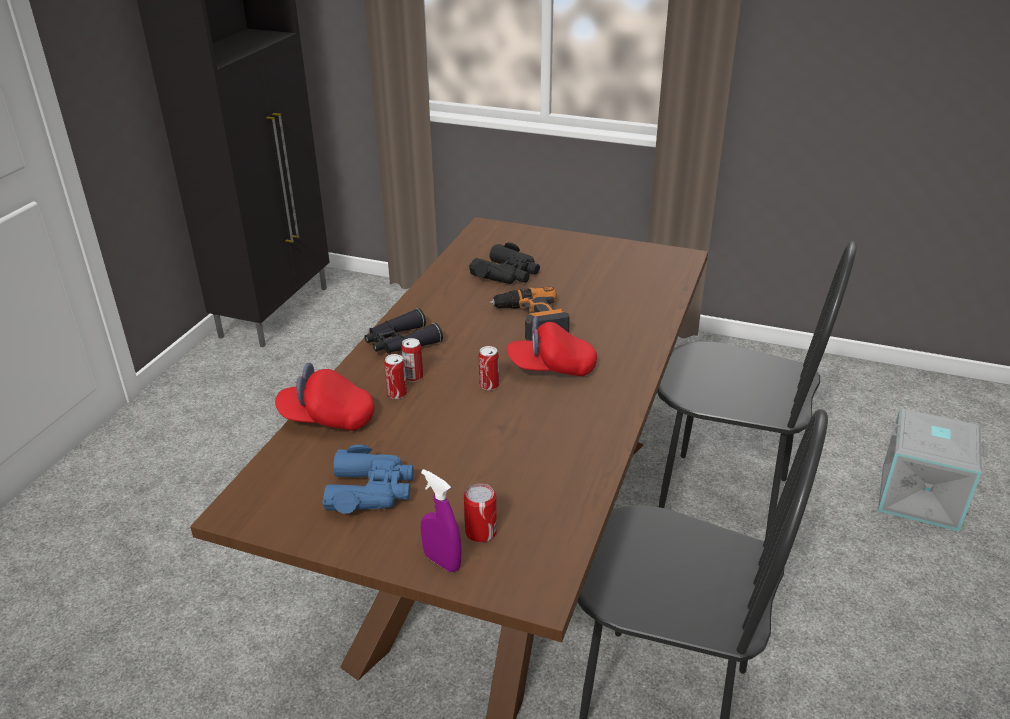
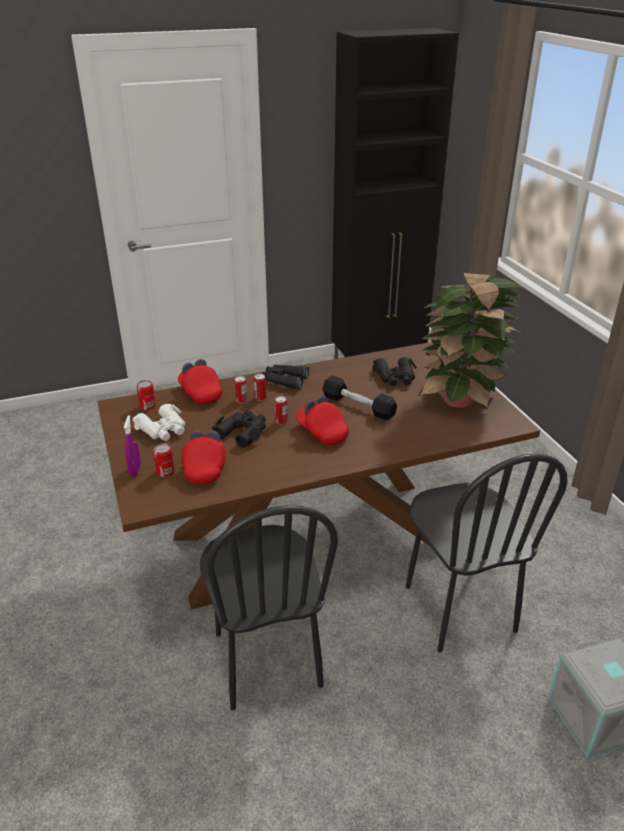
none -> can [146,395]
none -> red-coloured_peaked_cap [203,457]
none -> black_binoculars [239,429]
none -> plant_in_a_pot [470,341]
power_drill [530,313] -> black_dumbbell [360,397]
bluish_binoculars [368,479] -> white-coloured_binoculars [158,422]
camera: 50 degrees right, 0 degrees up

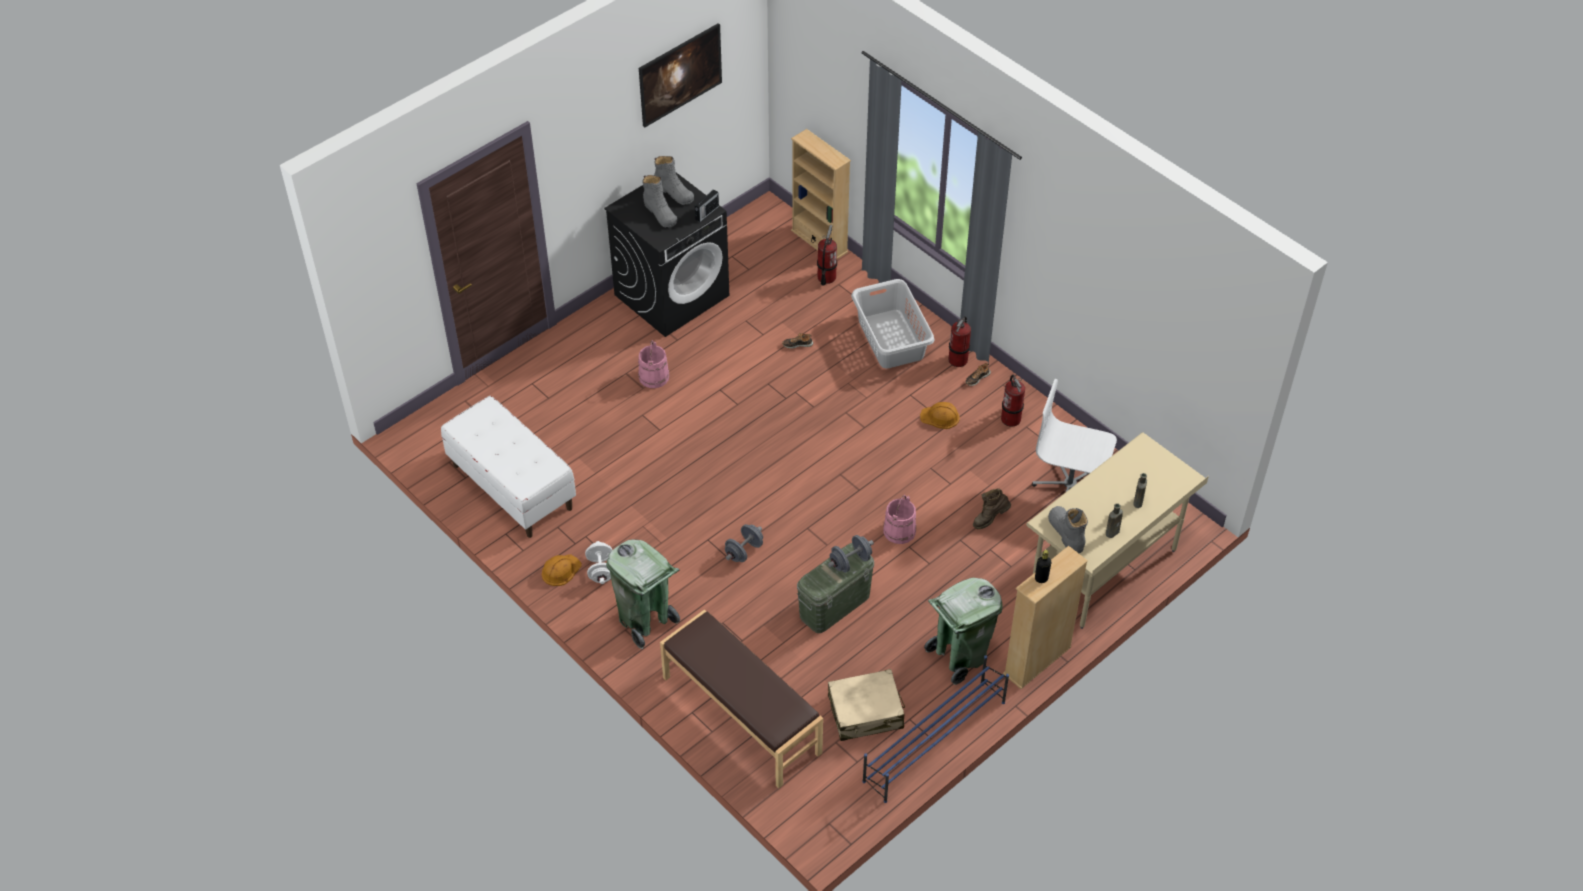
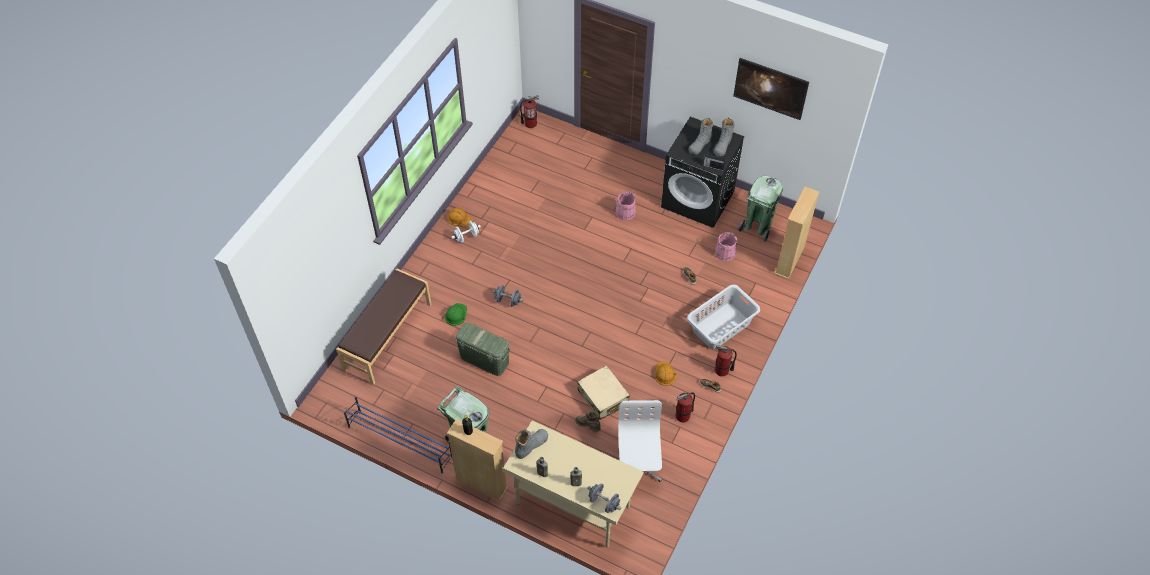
white-coloured_long_seat [508,467] -> none
none -> green-coloured_safety_helmet [456,314]
green-coloured_trash_can [643,594] -> green-coloured_trash_can [760,209], relocated
extinguisher [827,255] -> extinguisher [529,111], relocated
grey_dumbbell [851,554] -> grey_dumbbell [604,498], relocated
beige-coloured_suitcase [866,705] -> beige-coloured_suitcase [603,392], relocated
pink_water_bucket [899,519] -> pink_water_bucket [727,246], relocated
camera: 70 degrees right, 5 degrees up

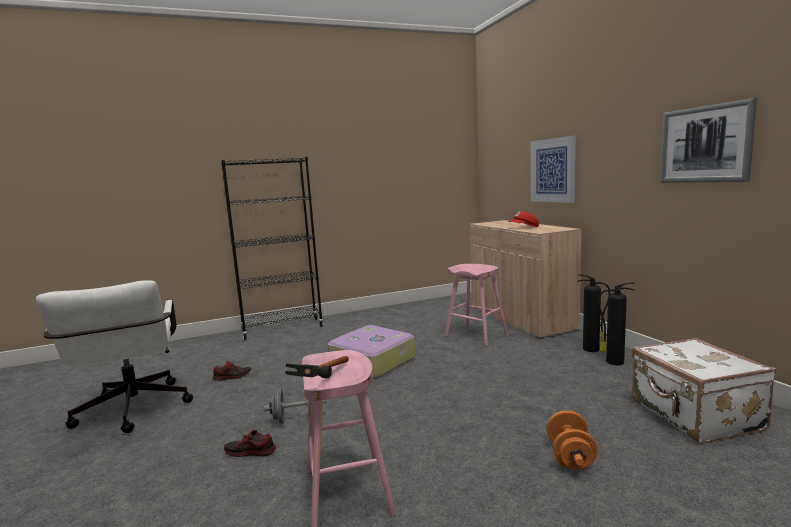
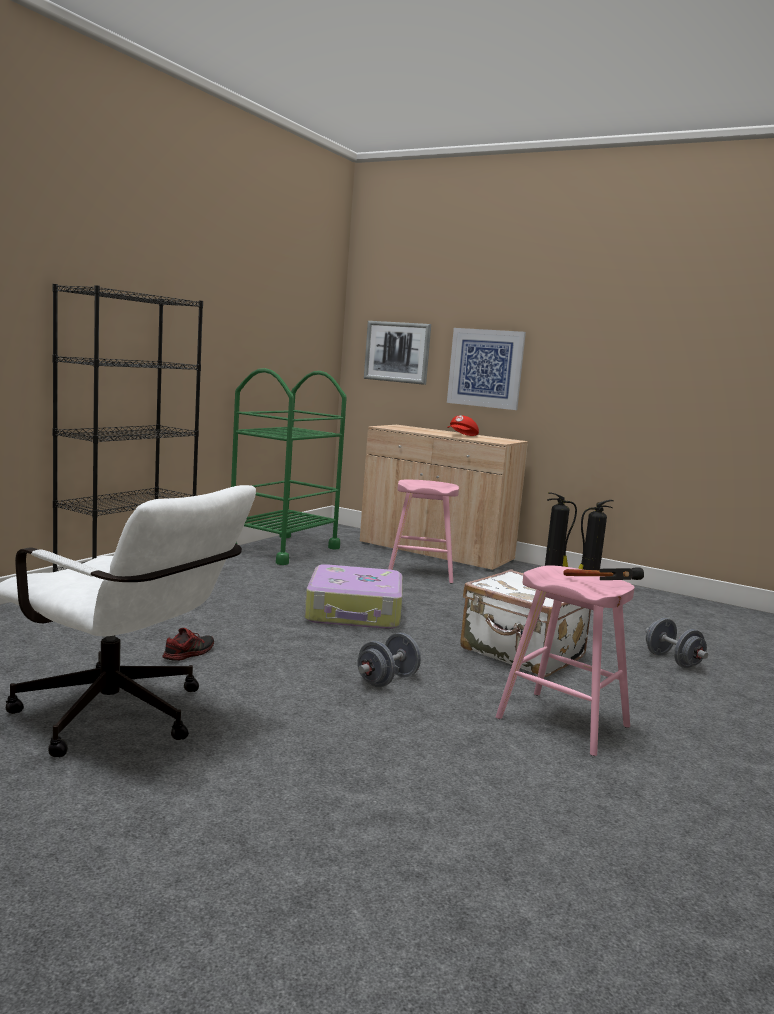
item_of_footwear [250,443] -> none
none -> green-coloured_wheeled_cart [289,466]
white-coloured_suitcase [704,390] -> white-coloured_suitcase [525,623], relocated
wall_art [708,140] -> wall_art [397,353], relocated
orange_dumbbell [572,440] -> grey_dumbbell [676,643]
camera: 40 degrees left, 0 degrees up

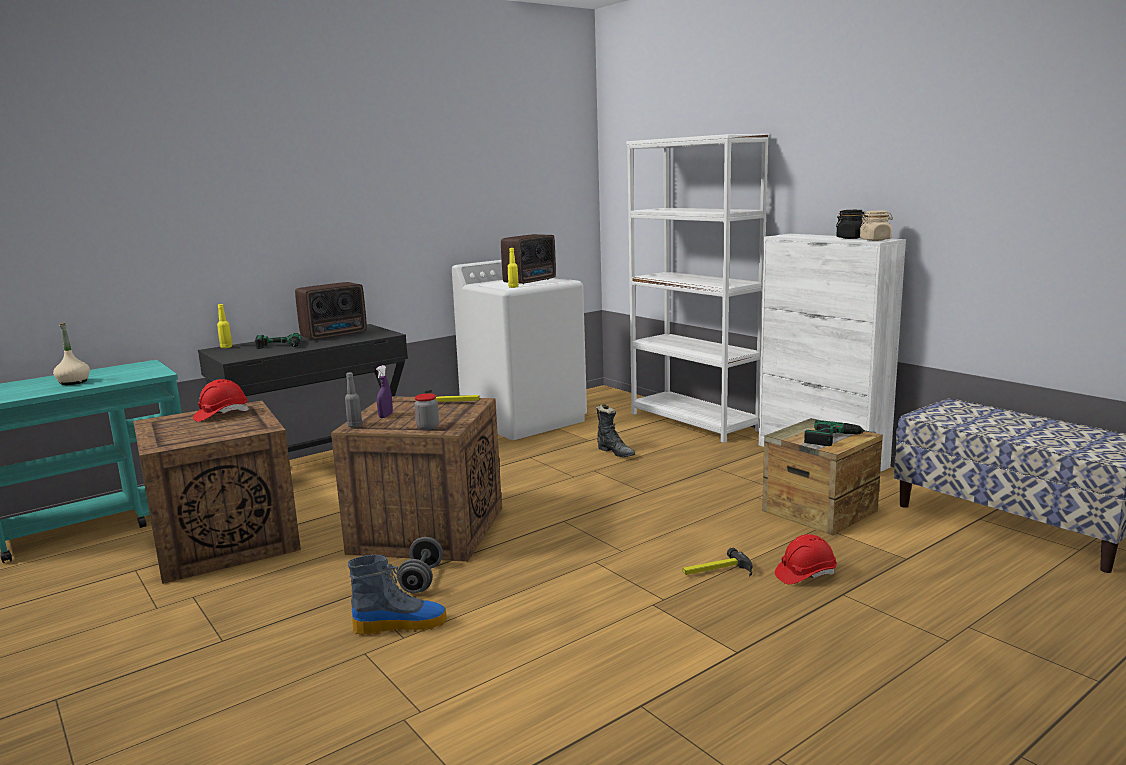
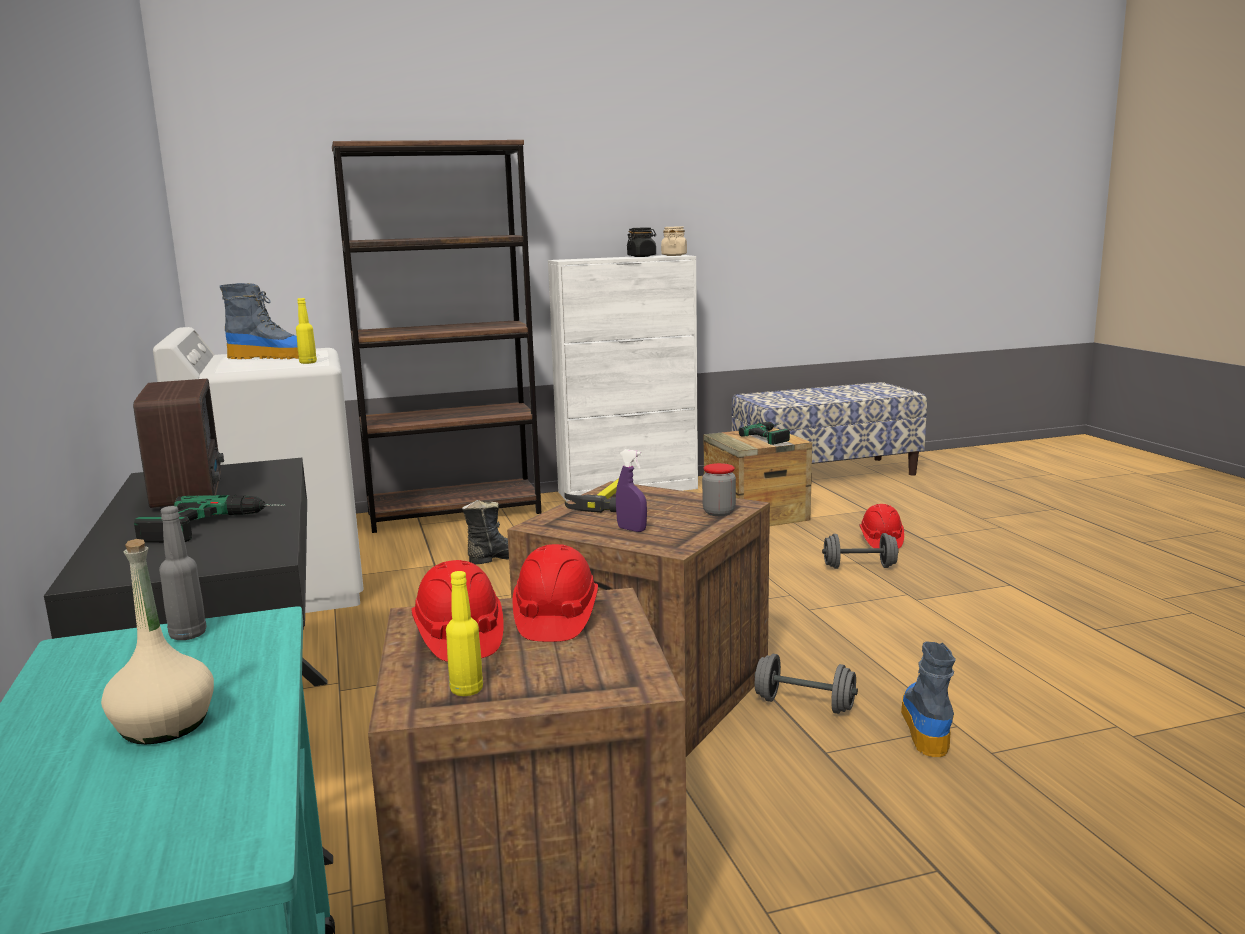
none -> red-coloured_safety_helmet [555,593]
yellowish_drink_bottle [224,326] -> yellowish_drink_bottle [464,633], relocated
grey_drink_bottle [353,399] -> grey_drink_bottle [183,573], relocated
radio [528,259] -> high-top_boot [259,321]
hammer [717,562] -> grey_dumbbell [860,551]
white-coloured_bookshelf [698,288] -> brown_bookshelf [436,336]
camera: 70 degrees left, 0 degrees up

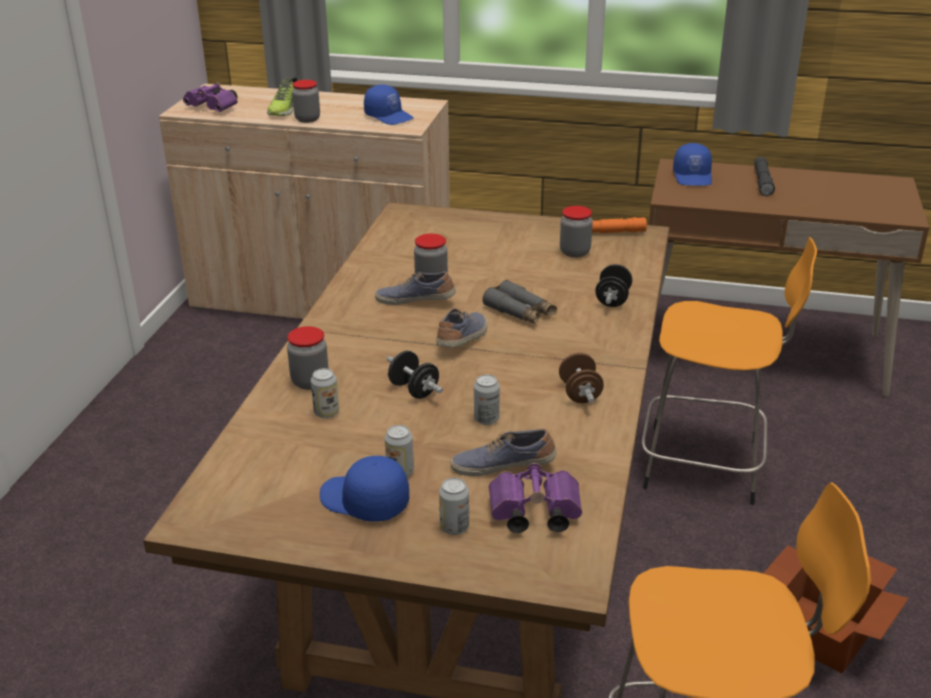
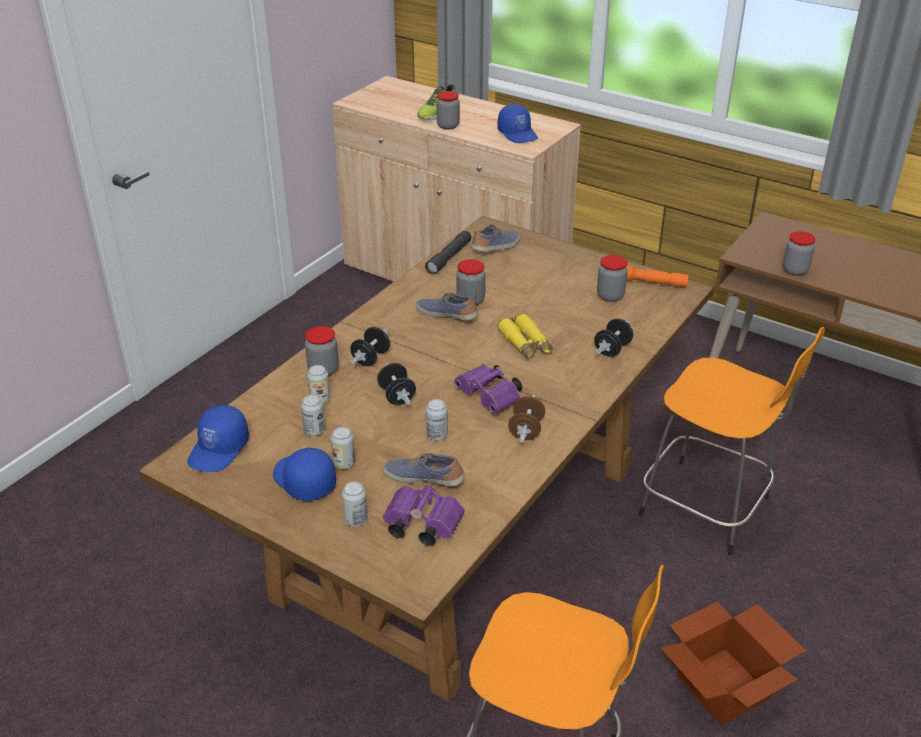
none -> can [313,415]
none -> black_dumbbell [370,346]
none -> jar [799,254]
purple-coloured_binoculars [210,97] -> purple-coloured_binoculars [488,389], relocated
item_of_footwear [461,327] -> item_of_footwear [495,238], relocated
bluish_peaked_cap [692,164] -> bluish_peaked_cap [218,438], relocated
grey_flashlight [764,176] -> grey_flashlight [448,253], relocated
grey_binoculars [519,302] -> yellowish_binoculars [525,336]
camera: 20 degrees right, 5 degrees up

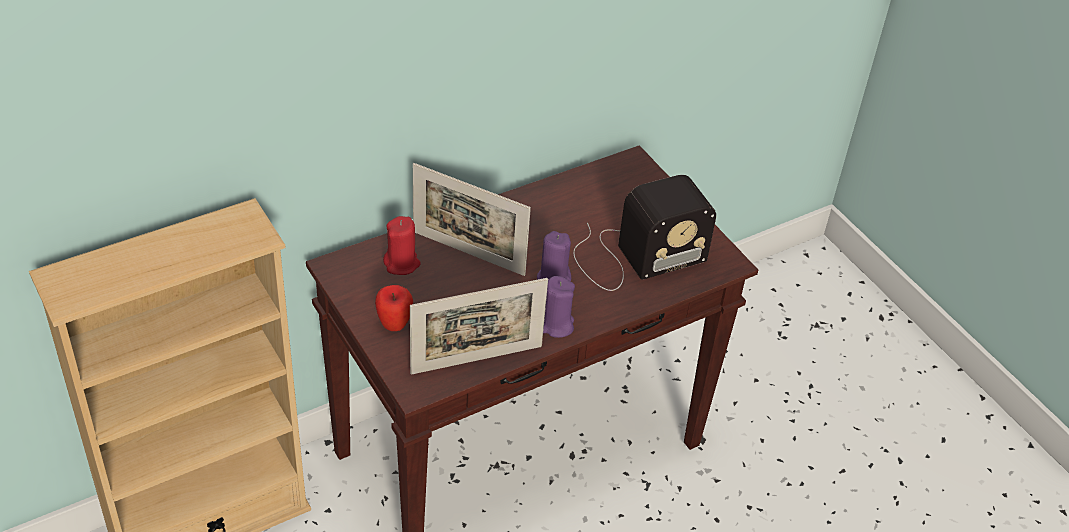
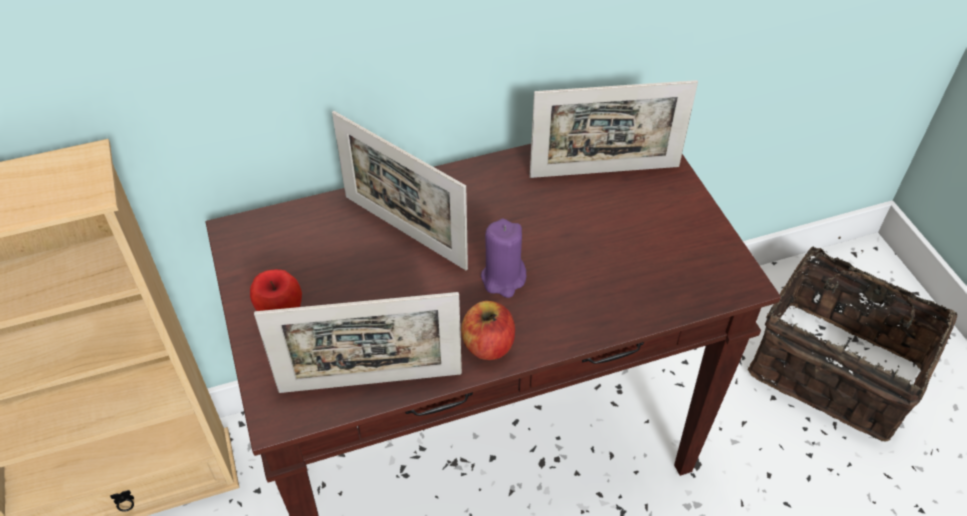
red-coloured_wax_candle [402,245] -> none
radio [644,233] -> none
none -> standing_frame [614,129]
none -> household_basket [852,339]
purple-coloured_wax_candle [559,307] -> apple [488,330]
camera: 15 degrees right, 5 degrees up

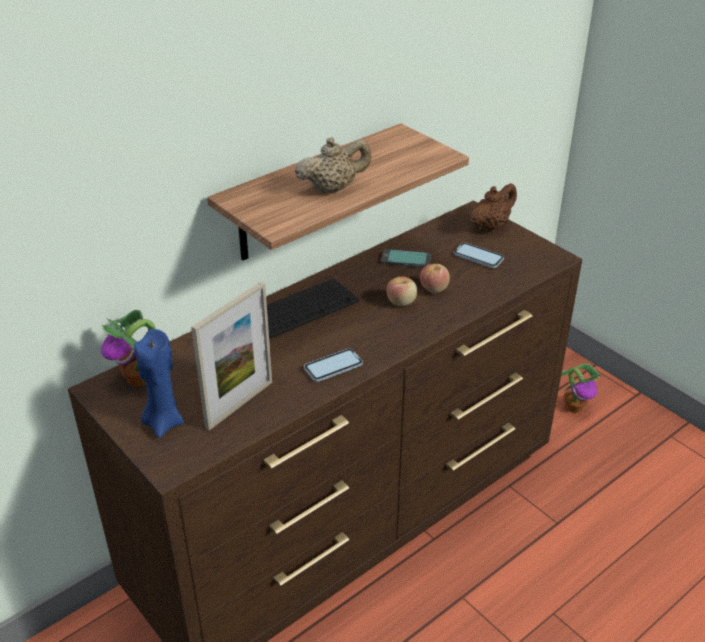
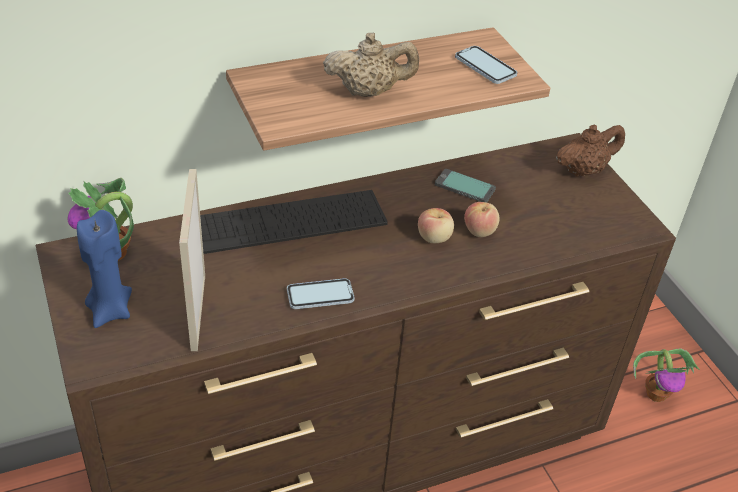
handset [478,255] -> handset [486,65], relocated
standing_frame [231,356] -> standing_frame [192,260], 120 degrees clockwise
camera: 15 degrees right, 5 degrees up

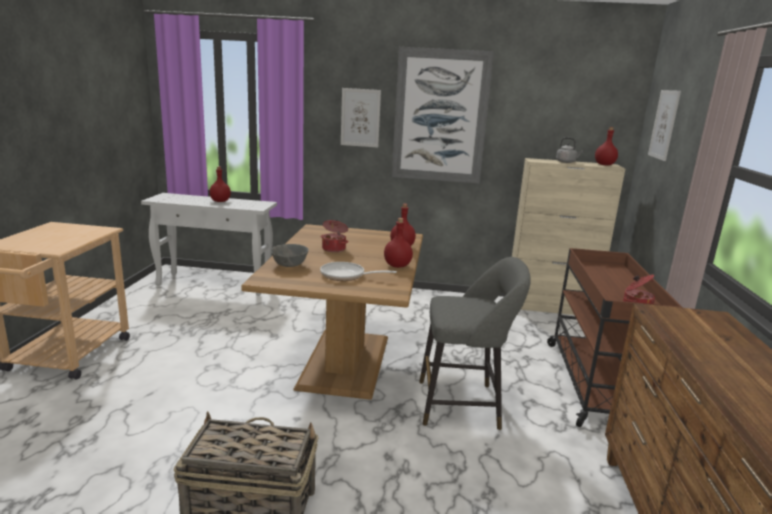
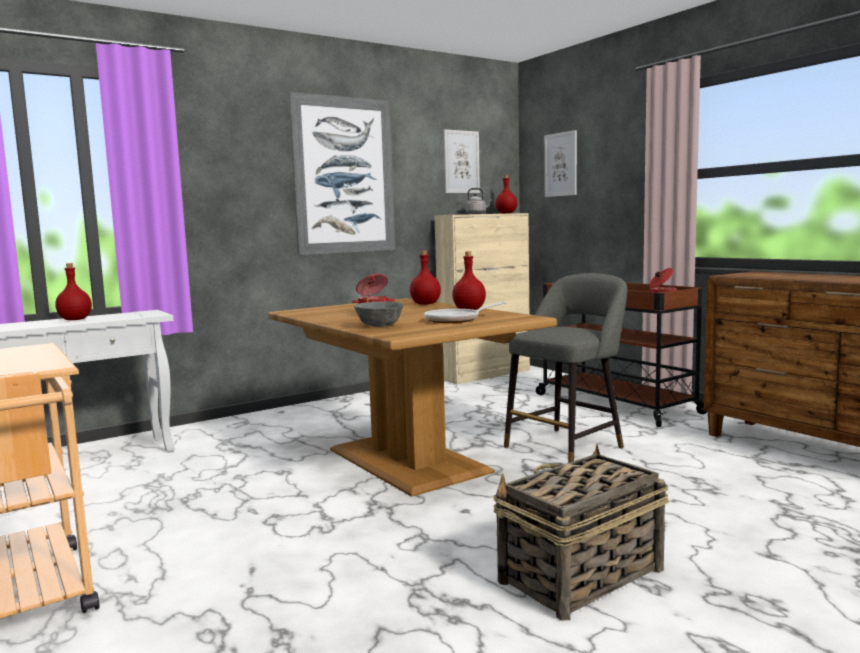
wall_art [361,118] -> wall_art [461,161], relocated
camera: 40 degrees left, 10 degrees down

